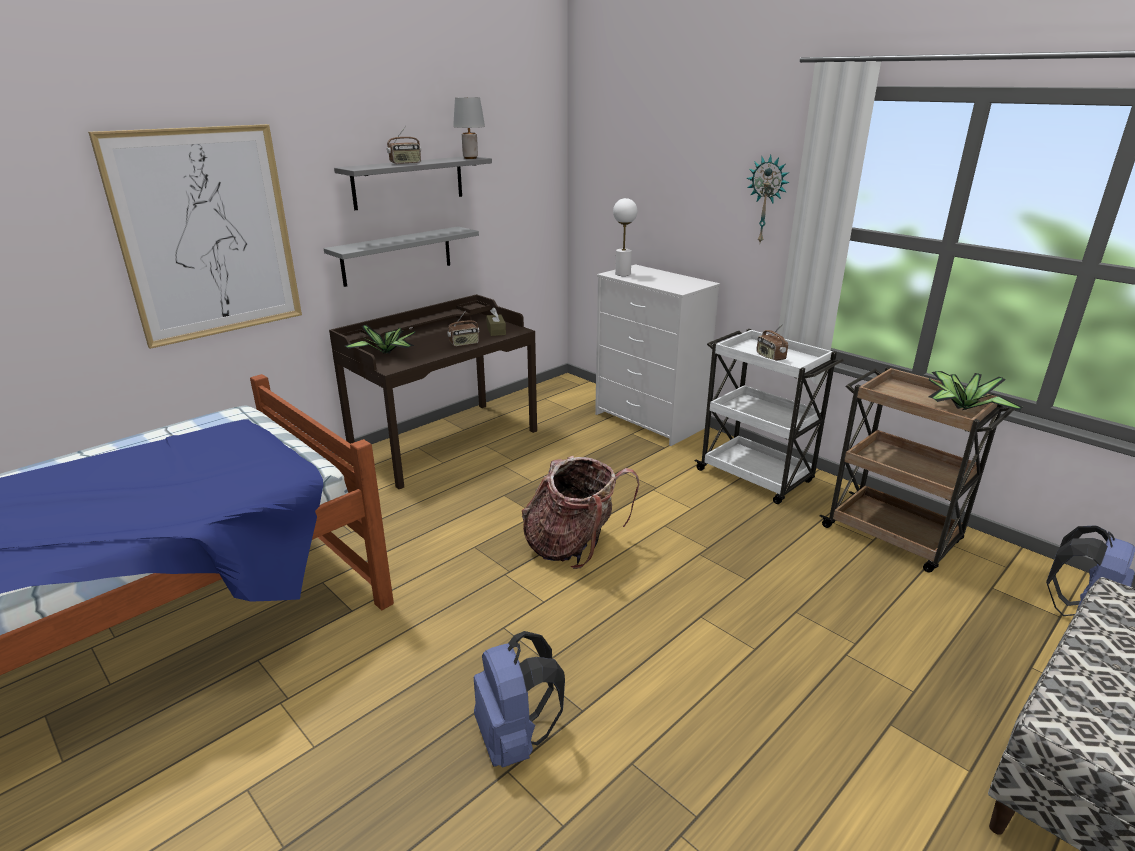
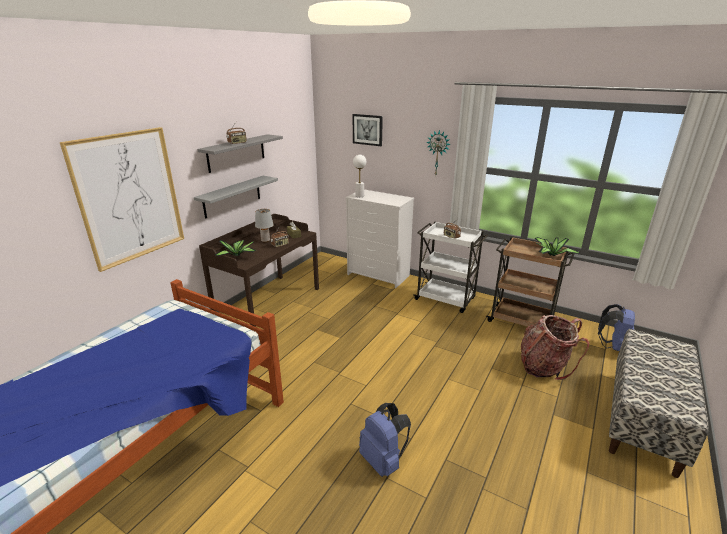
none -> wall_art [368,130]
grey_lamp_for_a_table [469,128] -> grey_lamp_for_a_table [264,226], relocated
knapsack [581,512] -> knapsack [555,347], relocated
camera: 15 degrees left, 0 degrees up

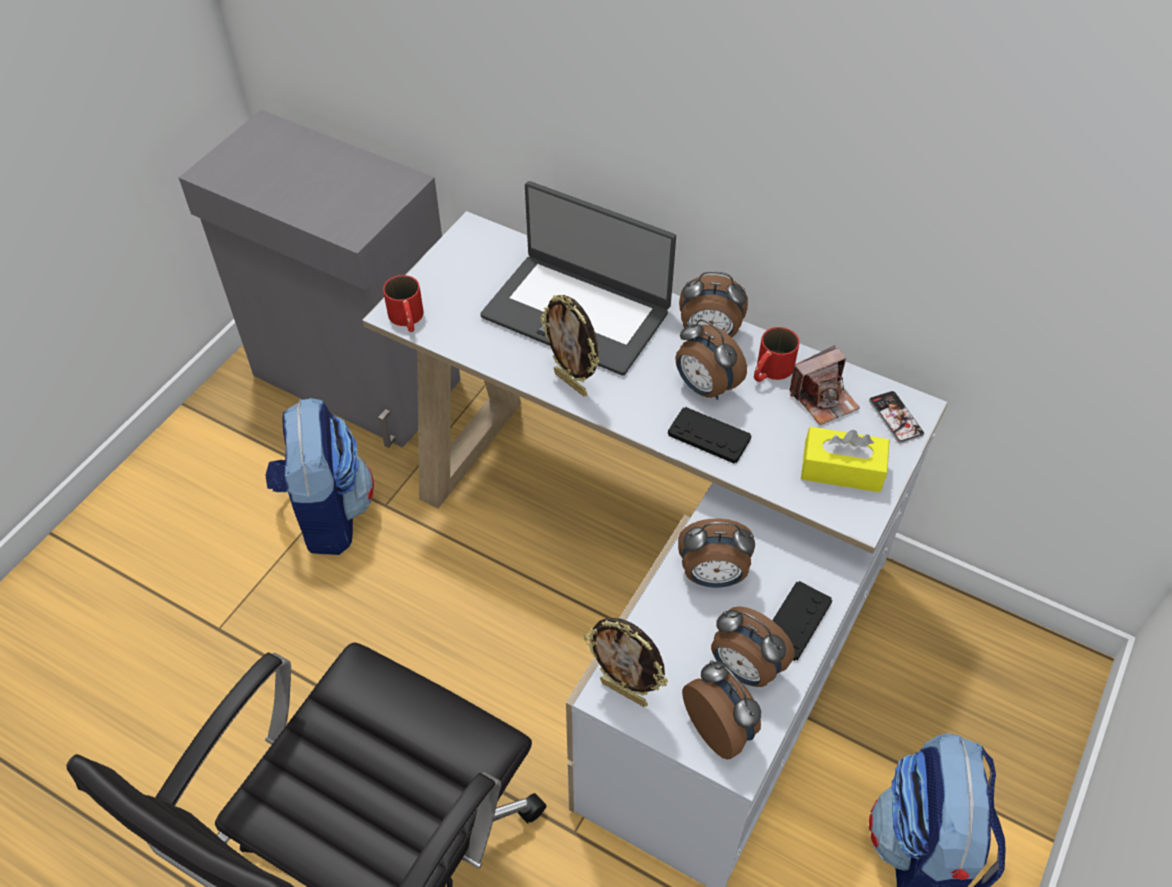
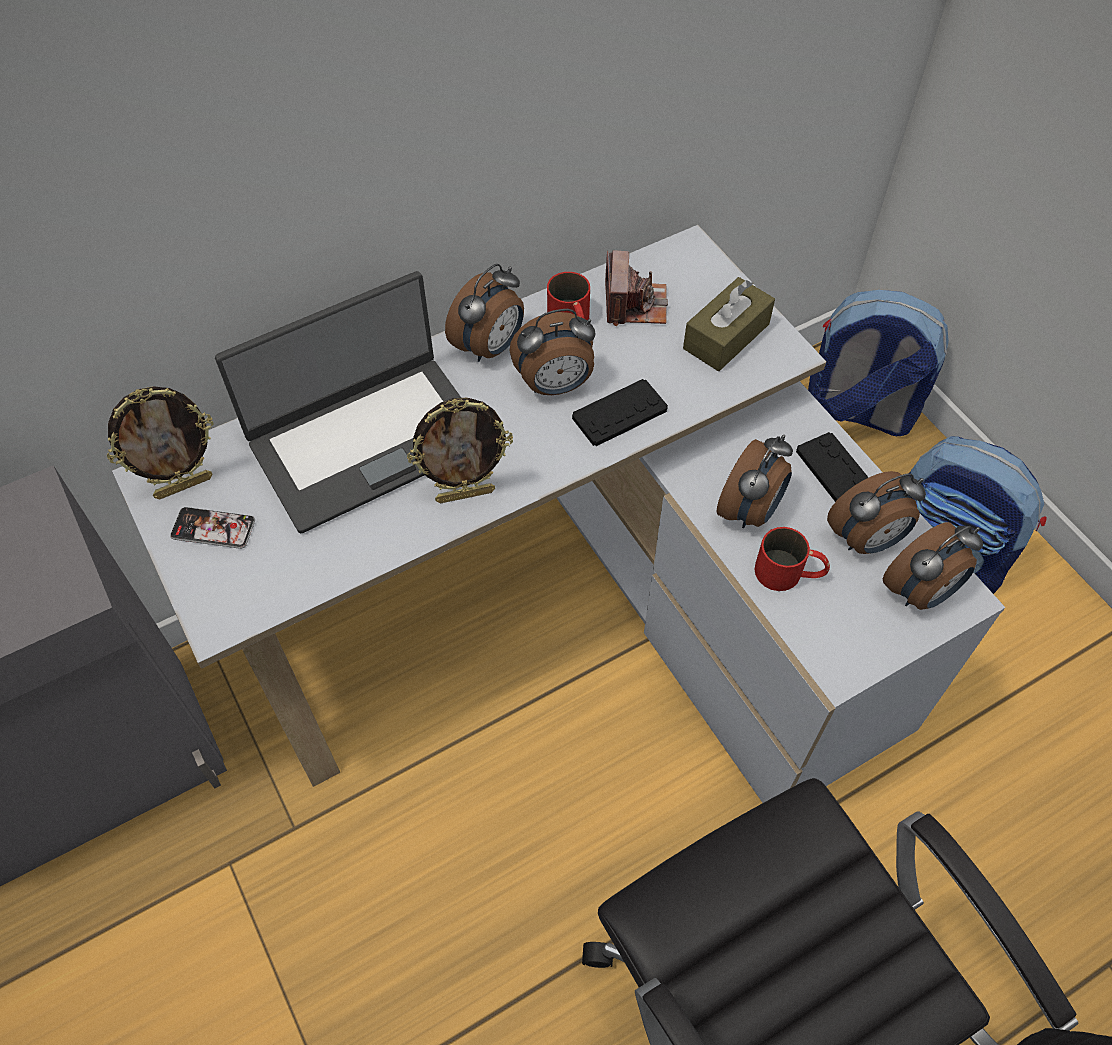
knapsack [319,476] -> knapsack [878,363], relocated
red-coloured_tea_mug [403,303] -> red-coloured_tea_mug [792,559], relocated
standing_frame [626,662] -> standing_frame [160,442], relocated
handset [896,417] -> handset [212,528], relocated
yellowish_tissue_box [845,459] -> brown_tissue_box [729,324]
alarm_clock [721,709] -> alarm_clock [933,566], 150 degrees clockwise
camera: 60 degrees left, 5 degrees up

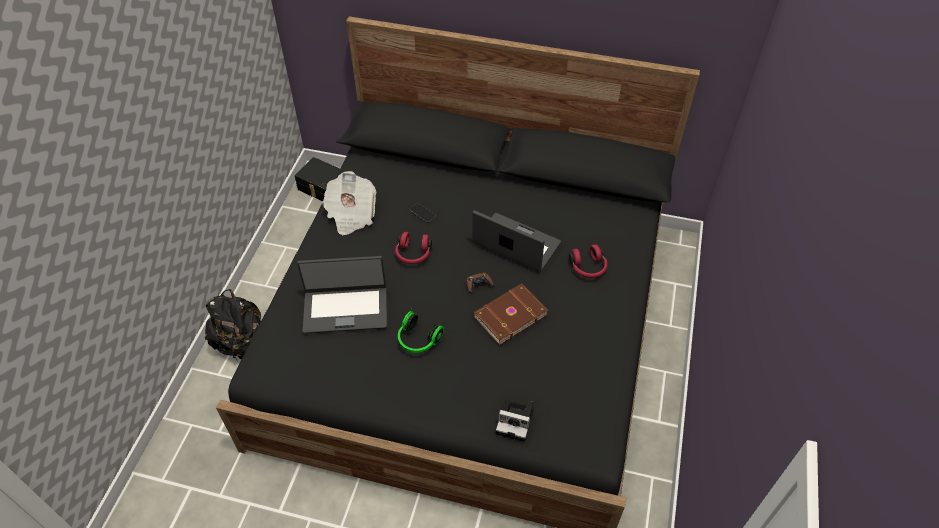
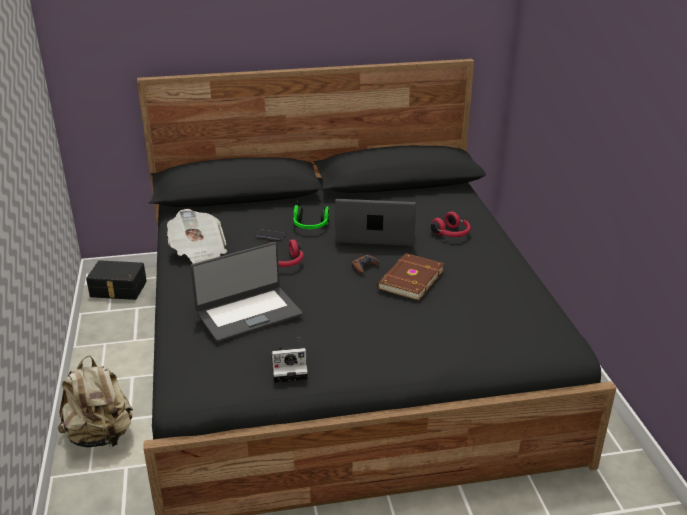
pair_of_headphones [421,330] -> pair_of_headphones [311,217], relocated
still_camera [515,421] -> still_camera [289,360], relocated
black_knapsack [233,324] -> beige-coloured_knapsack [95,402]
camera: 25 degrees left, 20 degrees down

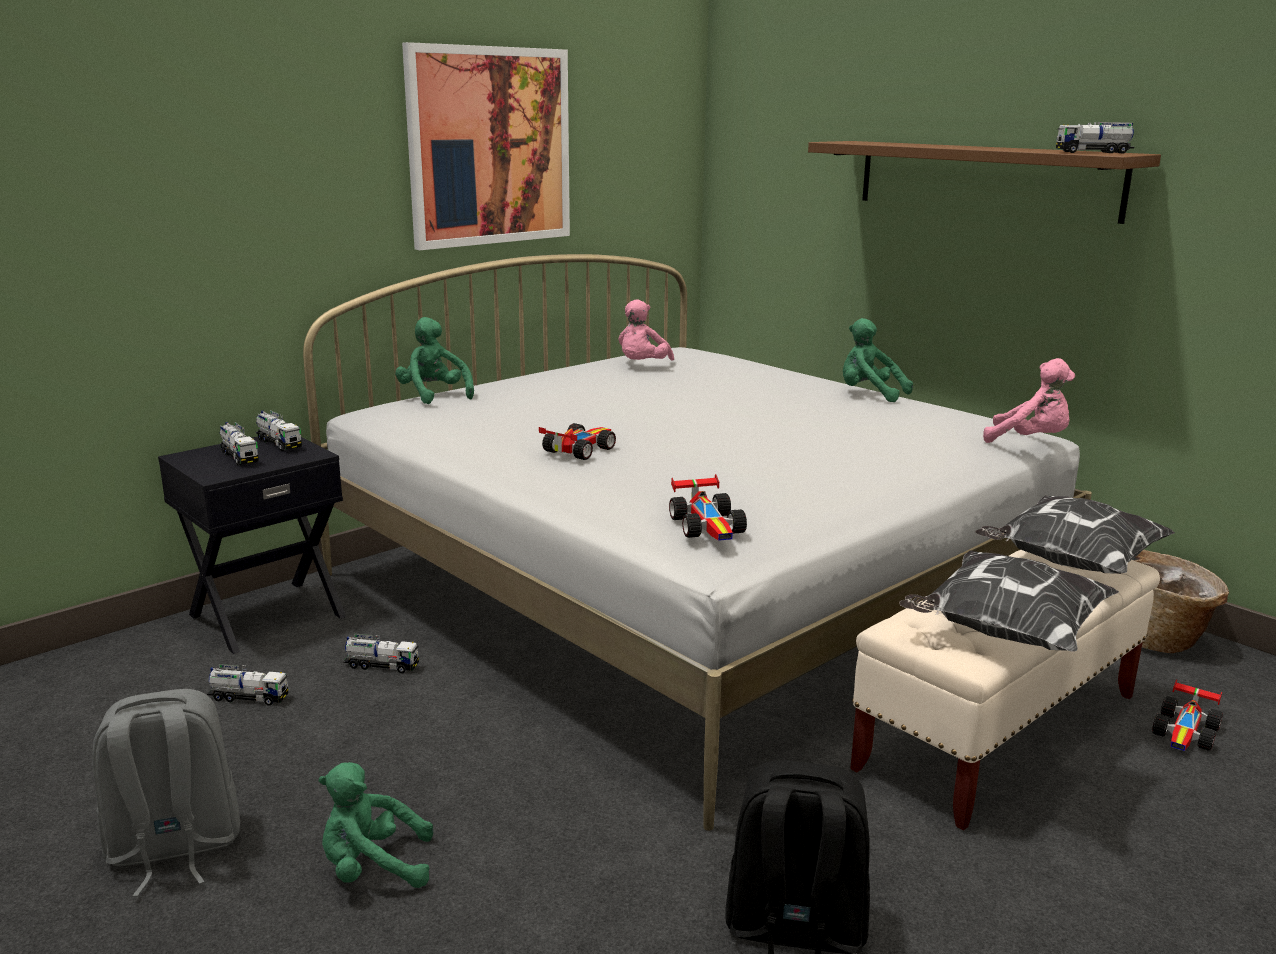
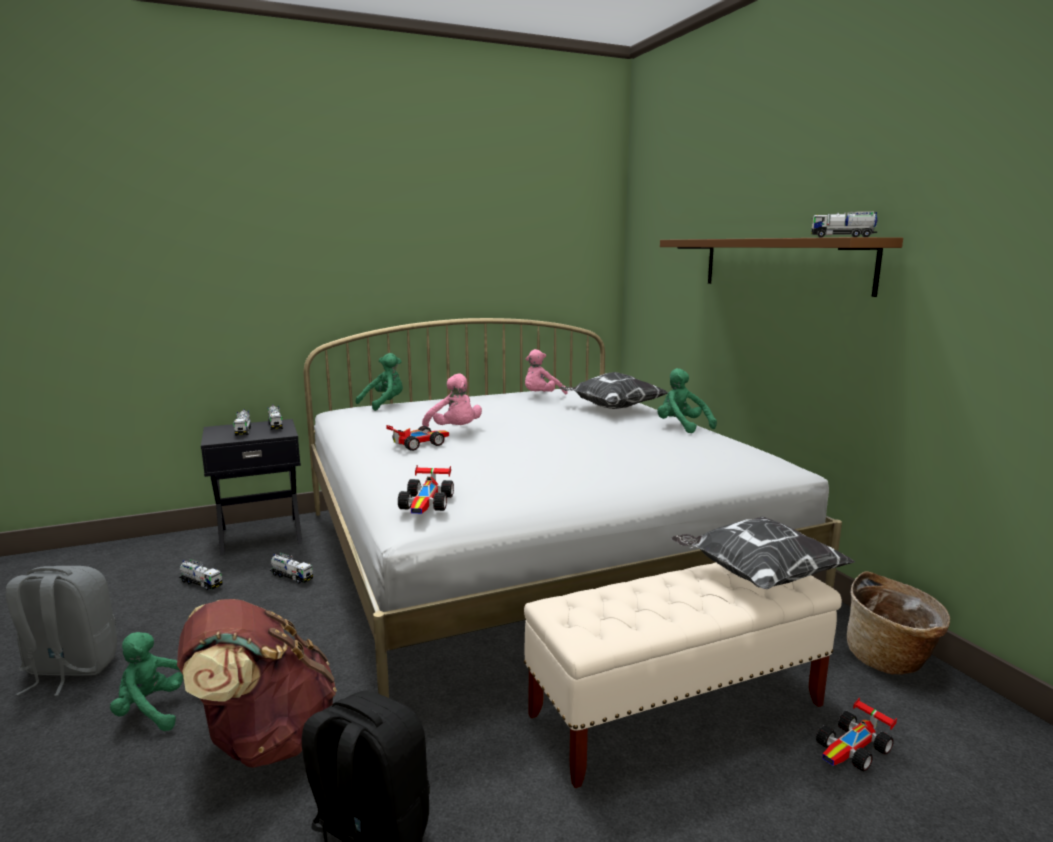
wall_art [486,146] -> none
none -> brown_knapsack [257,683]
cushion [1009,601] -> cushion [613,390], relocated
pink_soft_toy [1029,400] -> pink_soft_toy [452,400], relocated
green-coloured_soft_toy [434,360] -> green-coloured_soft_toy [379,382], 60 degrees clockwise
camera: 20 degrees right, 5 degrees down

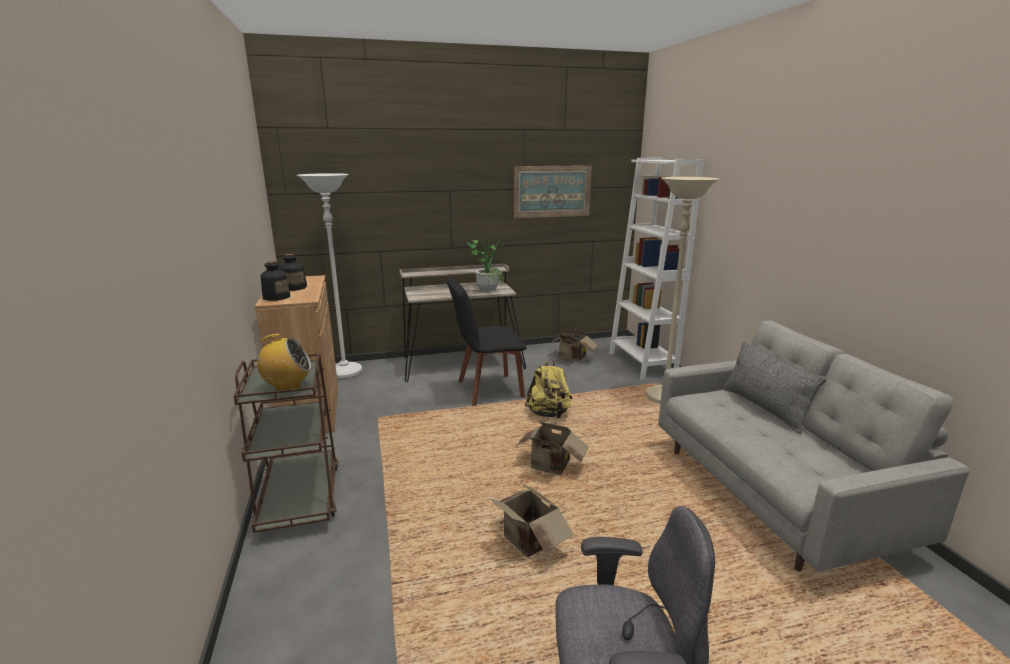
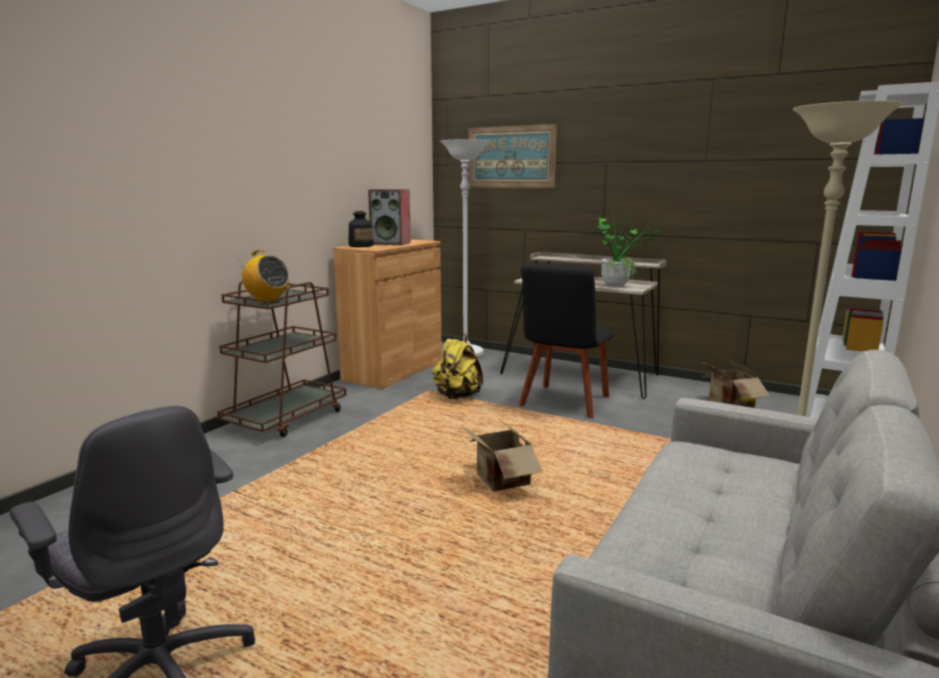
packing_box [531,520] -> none
grey_cushion [774,387] -> none
wall_art [553,191] -> wall_art [513,156], relocated
yellowish_knapsack [549,389] -> yellowish_knapsack [458,366], relocated
drink_bottle [293,272] -> loudspeaker [389,217]
black_upright_chair [486,342] -> black_upright_chair [566,340], 90 degrees counterclockwise
camera: 45 degrees right, 5 degrees down

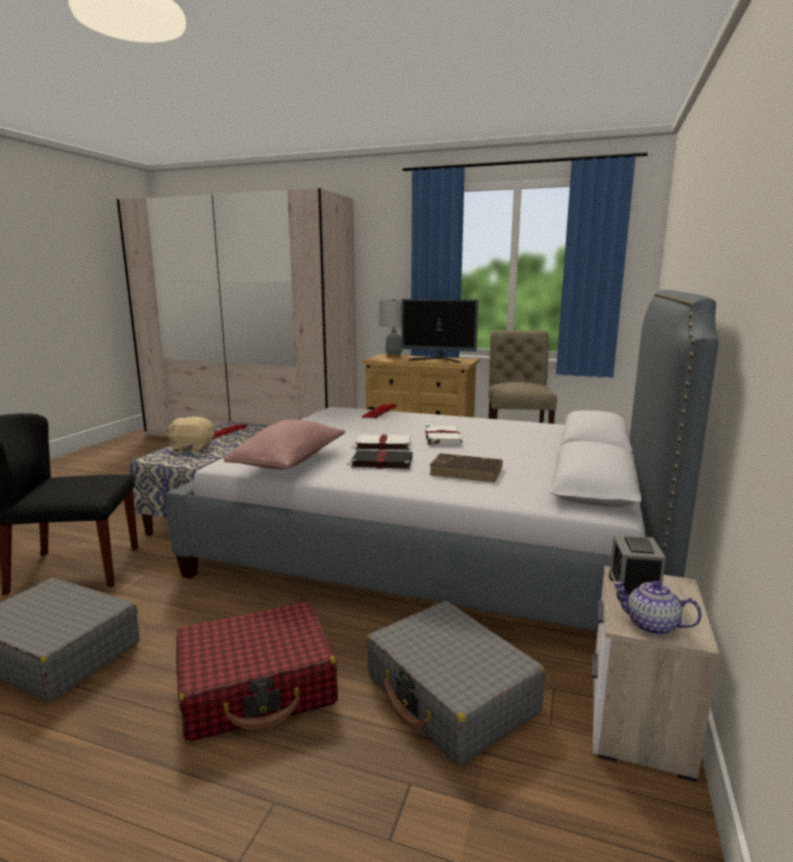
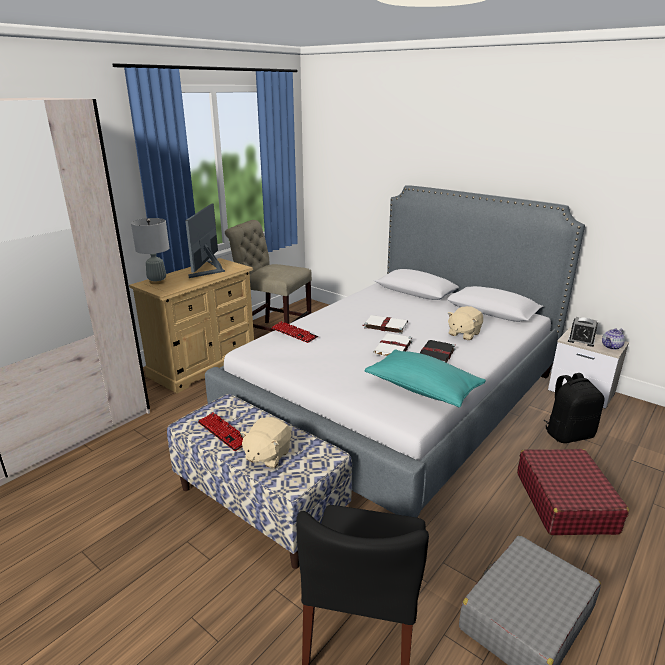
grey_suitcase [455,683] -> black_knapsack [573,408]
brown_book [465,467] -> beige-coloured_soft_toy [465,323]
pink_cushion [284,444] -> blue-green_cushion [425,378]
computer_screen [440,331] -> computer_screen [205,241], 150 degrees clockwise
camera: 70 degrees left, 10 degrees up

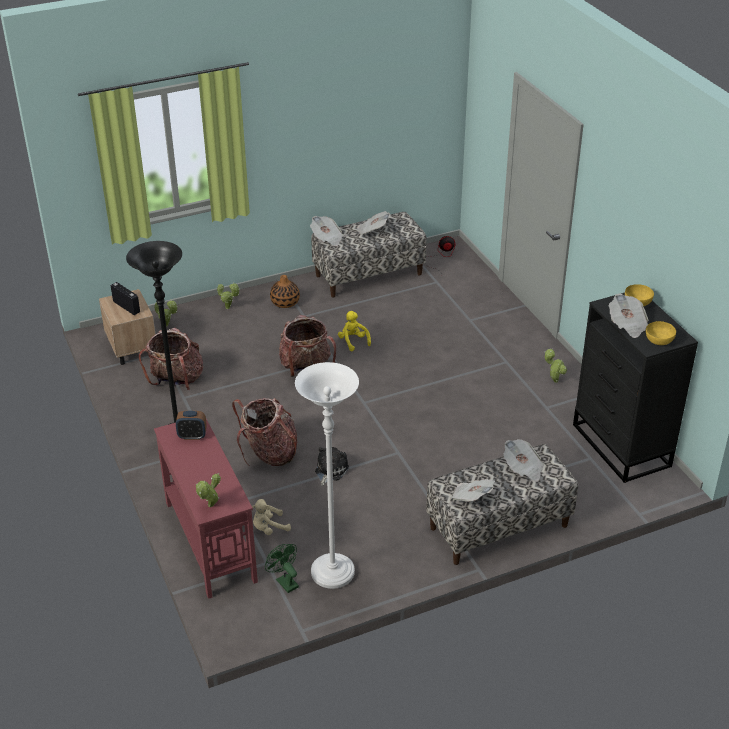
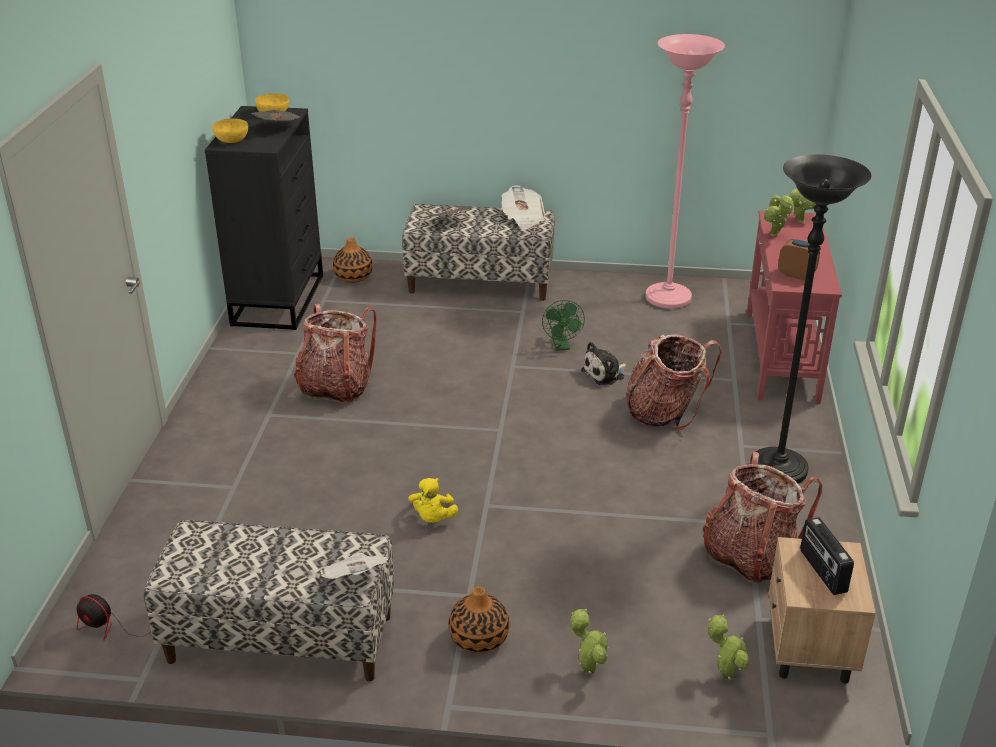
beige-coloured_soft_toy [271,517] -> none
daily_paper [373,223] -> none
none -> decorative_vase [353,260]
green-coloured_electric_fan [282,568] -> green-coloured_electric_fan [563,325], relocated
knapsack [307,346] -> knapsack [335,354], relocated
plant_in_a_pot [556,366] -> plant_in_a_pot [779,215], relocated
white-coloured_floor_lamp [327,475] -> pink_floor_lamp [685,171]
camera: 150 degrees left, 5 degrees down

